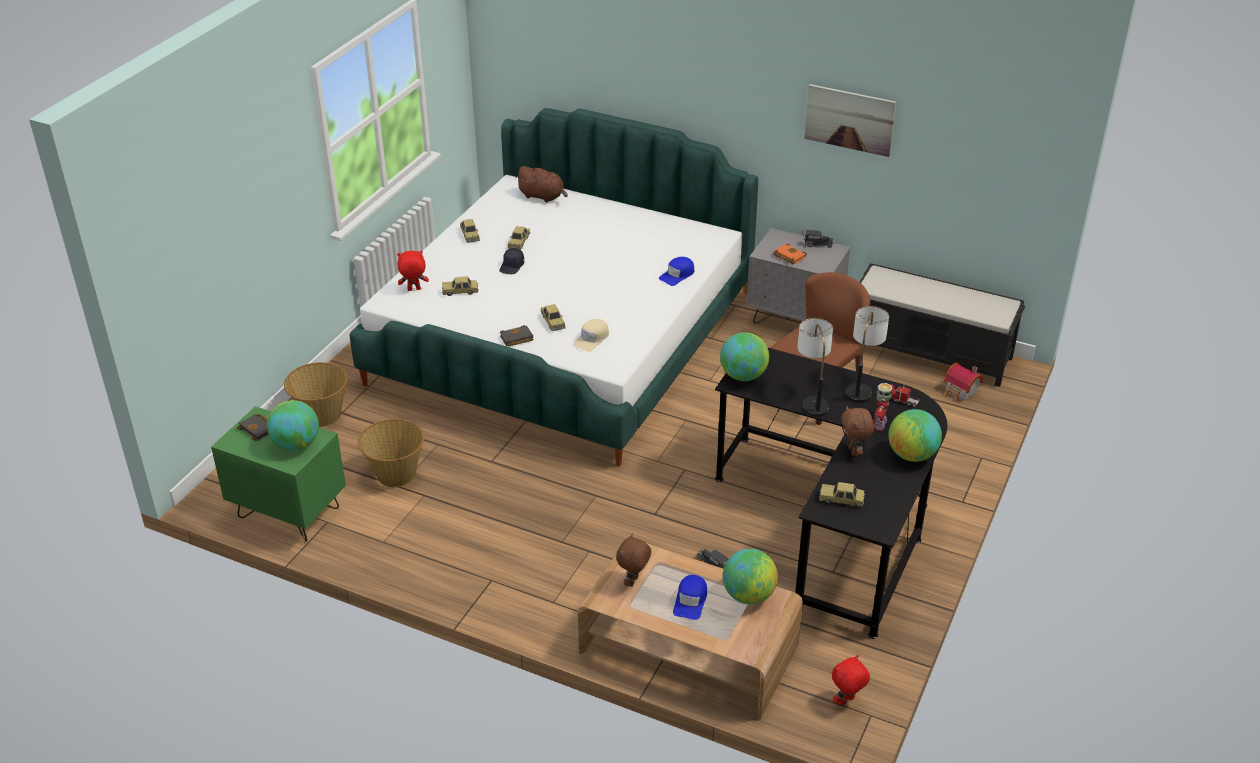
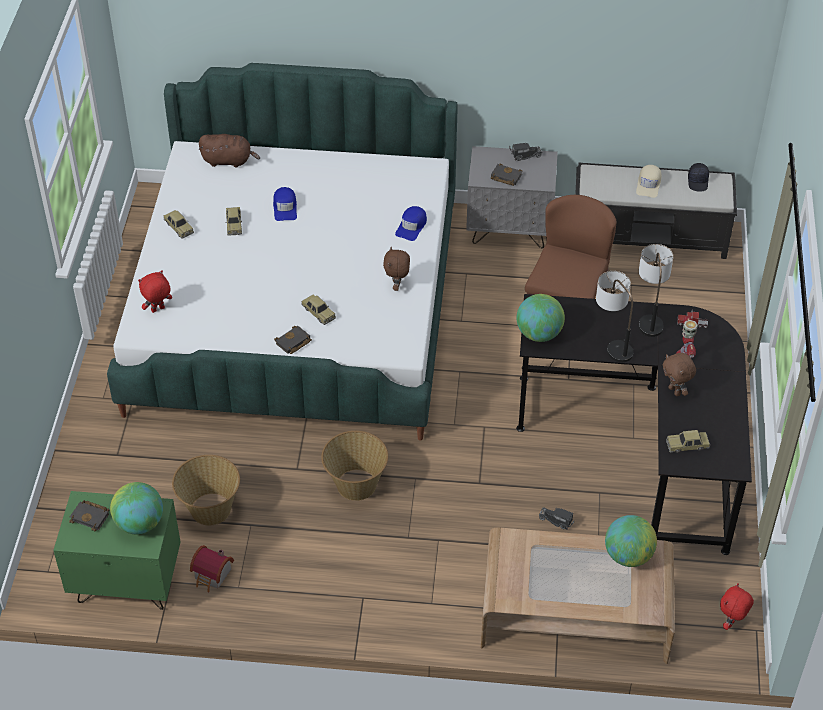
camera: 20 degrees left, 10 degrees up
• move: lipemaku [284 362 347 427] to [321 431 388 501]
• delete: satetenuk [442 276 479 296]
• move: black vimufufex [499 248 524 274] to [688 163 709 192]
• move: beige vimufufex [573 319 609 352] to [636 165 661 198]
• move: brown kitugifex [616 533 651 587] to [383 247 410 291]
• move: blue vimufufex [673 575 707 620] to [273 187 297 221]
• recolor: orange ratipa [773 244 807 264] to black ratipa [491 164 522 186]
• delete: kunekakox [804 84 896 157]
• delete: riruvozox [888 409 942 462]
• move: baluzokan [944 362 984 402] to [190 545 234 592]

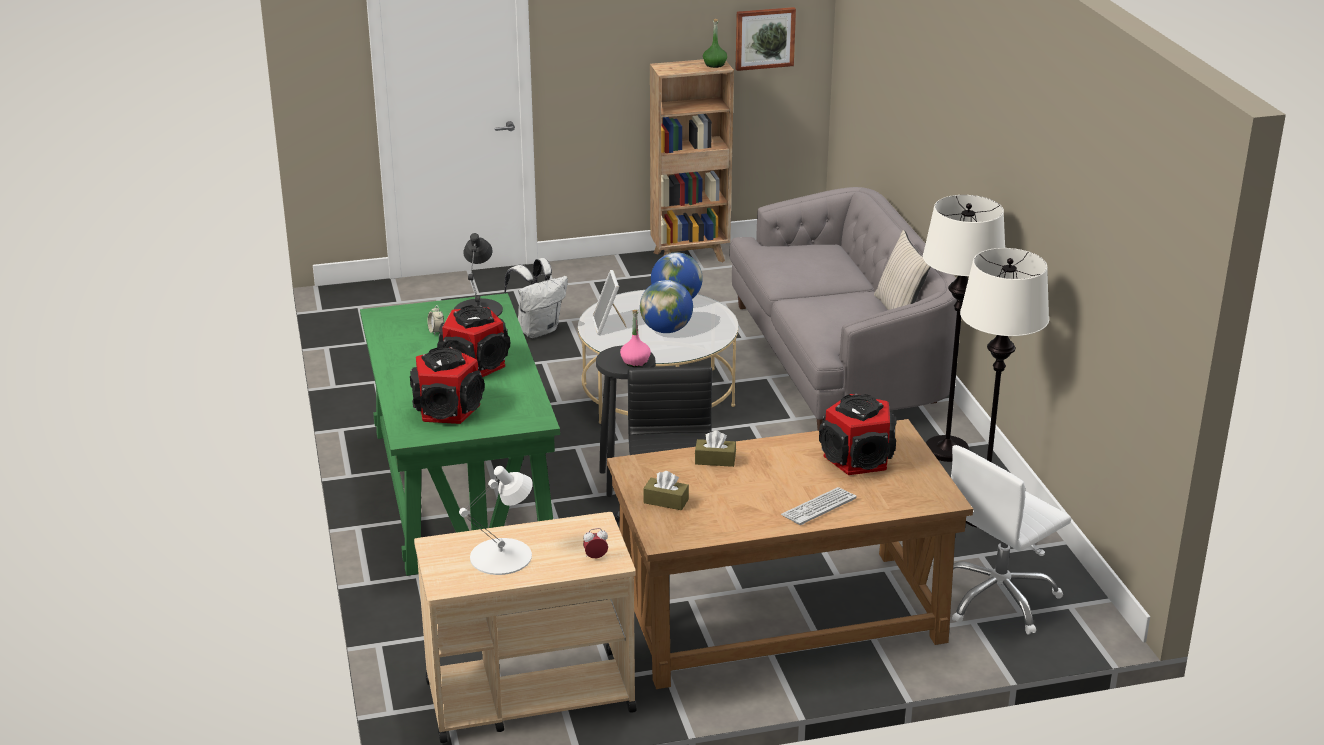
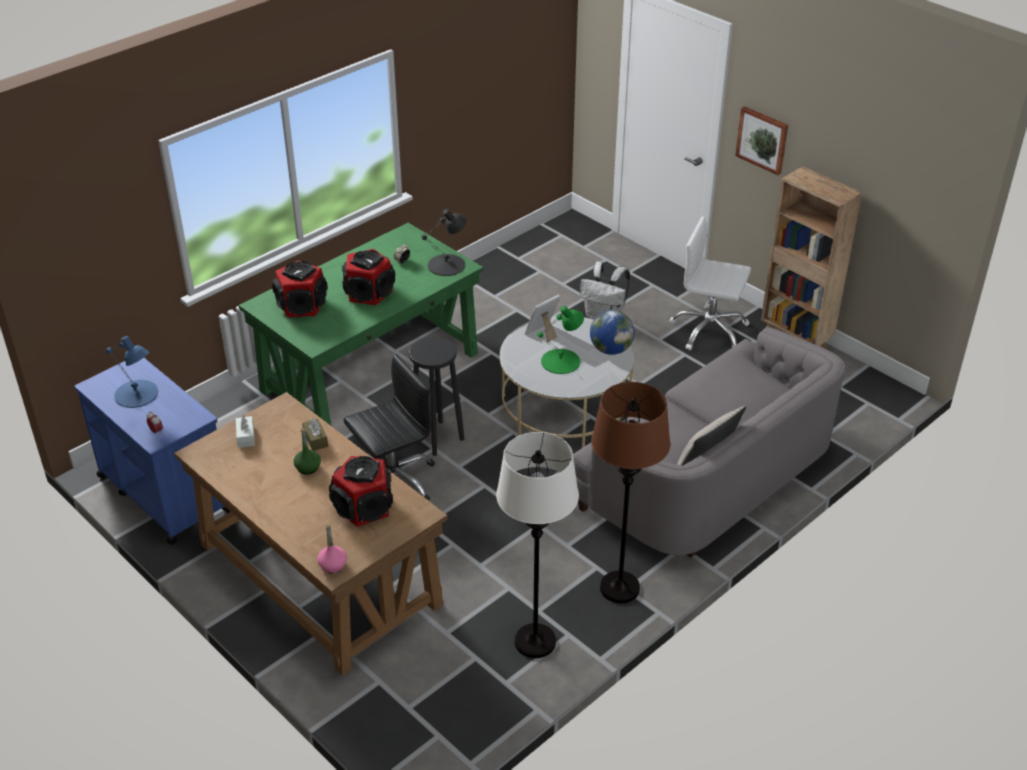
camera: 60 degrees right, 10 degrees up
• recolor: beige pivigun [414 512 637 743] to blue pivigun [75 358 230 545]
• recolor: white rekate [459 466 533 575] to blue rekate [106 336 158 408]
• move: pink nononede [620 310 651 367] to [317 525 347 573]
• replace: riruvozox [640 280 693 333] to green rekate [537 306 584 374]
• recolor: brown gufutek [643 471 689 510] to white gufutek [236 415 255 448]
• move: green nononede [703 19 727 68] to [294 428 321 475]
• move: kunekakox [735 7 796 71] to [735 106 788 175]
• delete: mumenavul [781 487 857 525]
• recolor: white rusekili [923 195 1005 462] to brown rusekili [591 382 670 603]
• move: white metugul [951 445 1071 634] to [669 216 751 350]

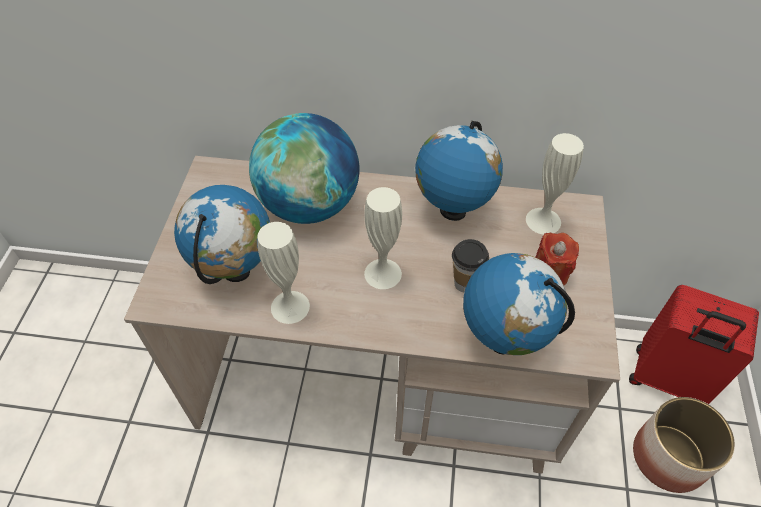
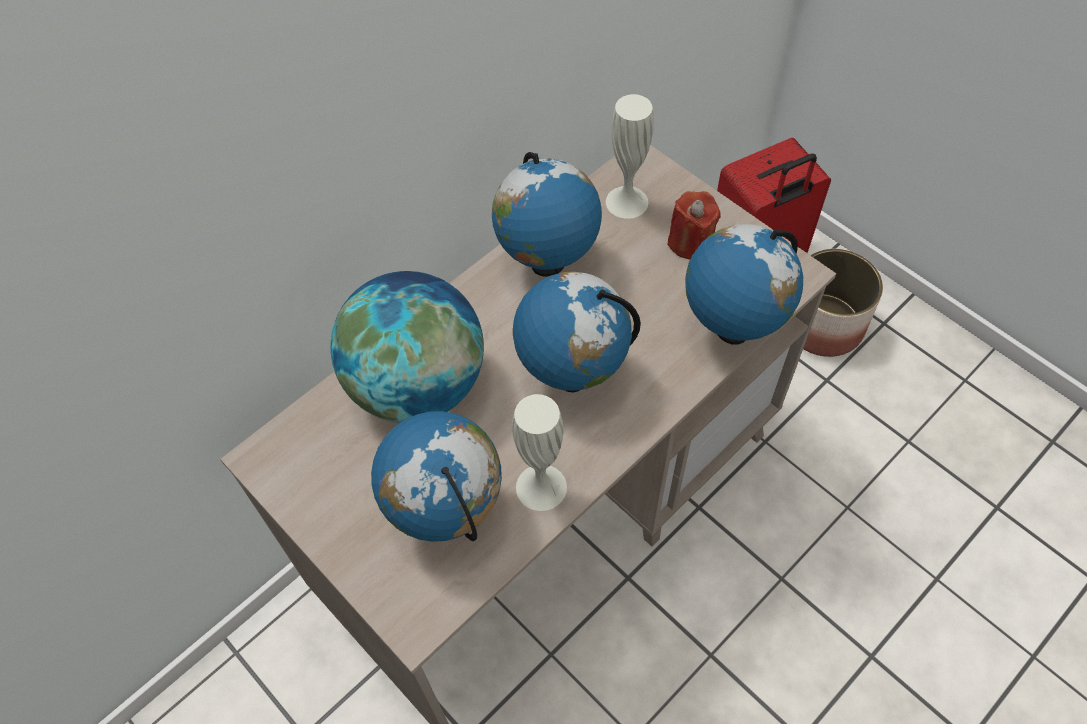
camera: 50 degrees left, 5 degrees up
• replace: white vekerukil [364 187 402 289] to riruvozox [513 271 641 393]
• delete: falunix [452 239 489 292]

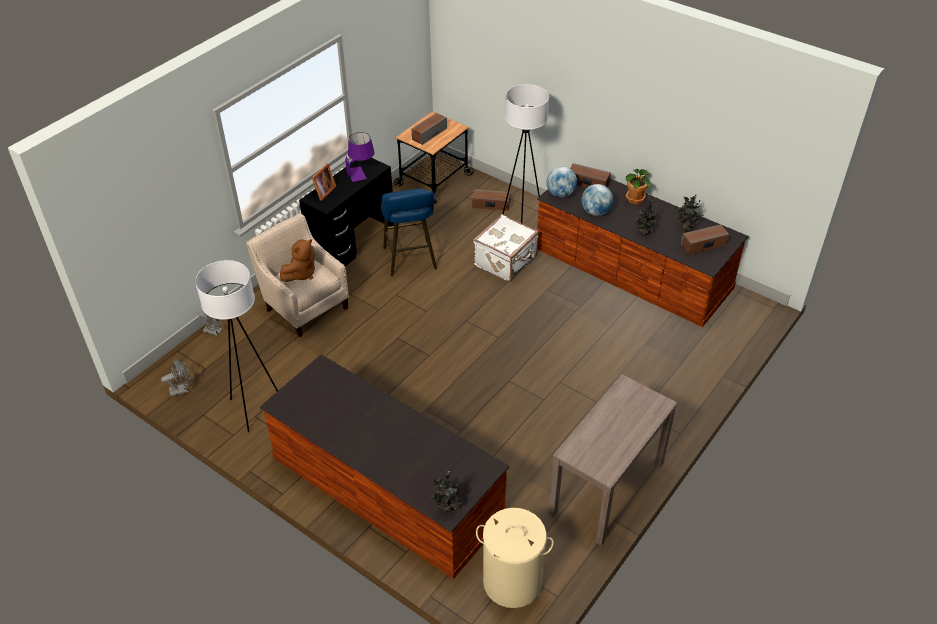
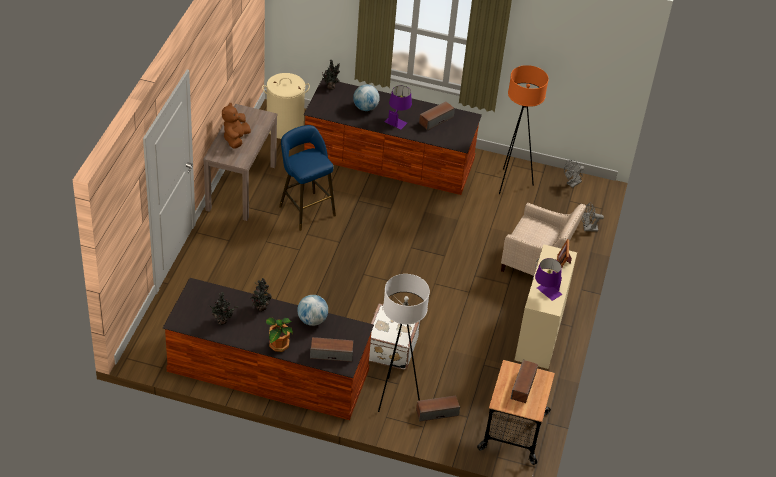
camera: 155 degrees right, 0 degrees up
• recolor: white rusekili [195 260 278 432] to orange rusekili [499 65 549 194]
• move: brown kitugifex [280 239 315 282] to [222 103 251 149]
• recolor: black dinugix [299 158 394 266] to beige dinugix [515 244 577 369]
• move: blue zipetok [381 189 437 276] to [279 125 336 231]
• move: riruvozox [546 166 577 197] to [353 85 380 111]
• move: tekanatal [681 224 729 255] to [419 102 455 131]
• insert: purple rekate [385 86 412 129]

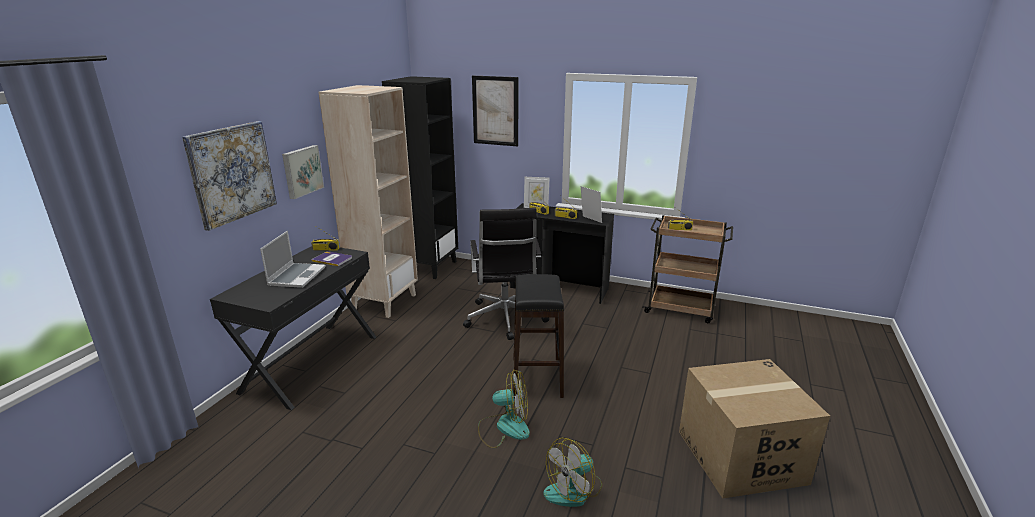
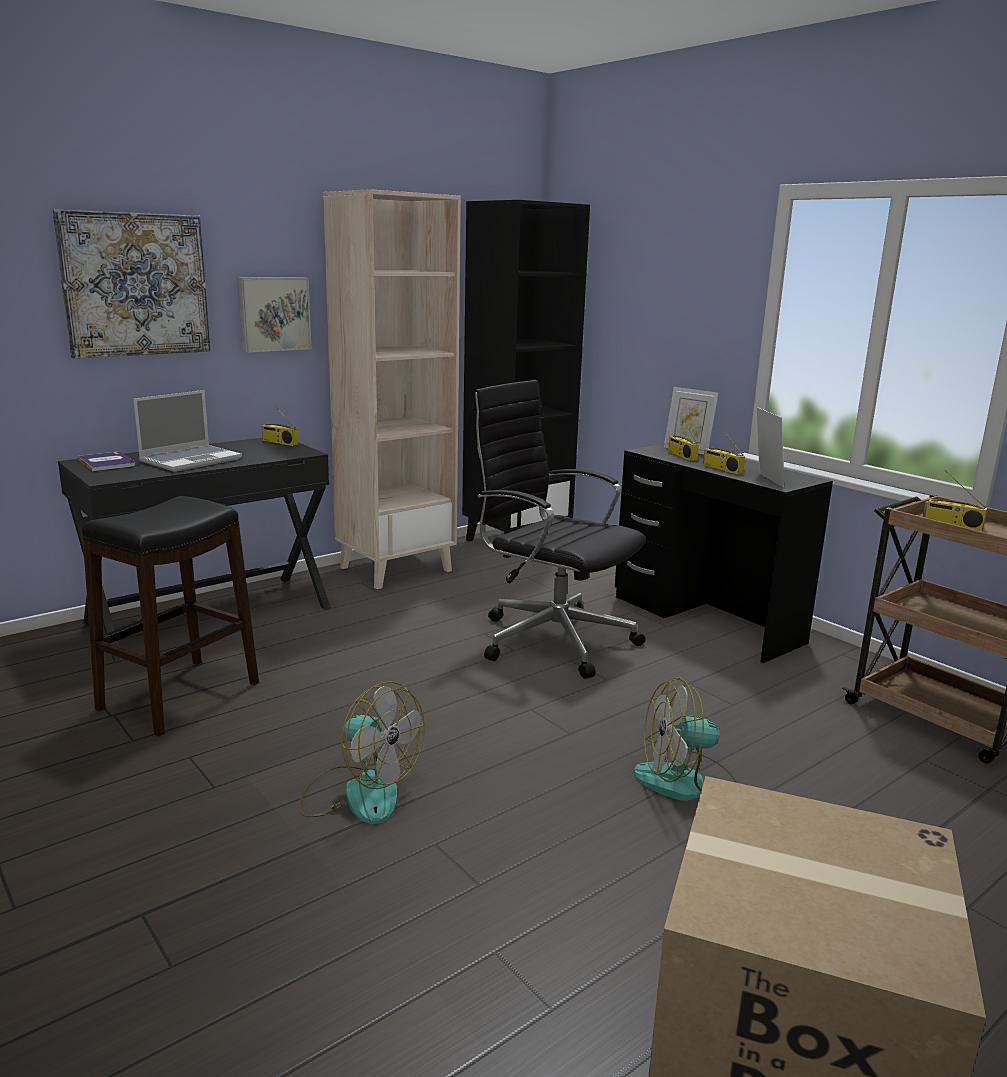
camera: 30 degrees right, 5 degrees down
• move: ratipa [311 251 352 266] to [77 452 135 471]
• rotate: black metugul [463 208 549 340] = [472 380 646 679] 105 degrees clockwise
• delete: kunekakox [472 76 518 147]
• move: black zipetok [513 274 564 398] to [82 496 259 737]
• move: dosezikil [543 438 602 507] to [634 678 737 801]

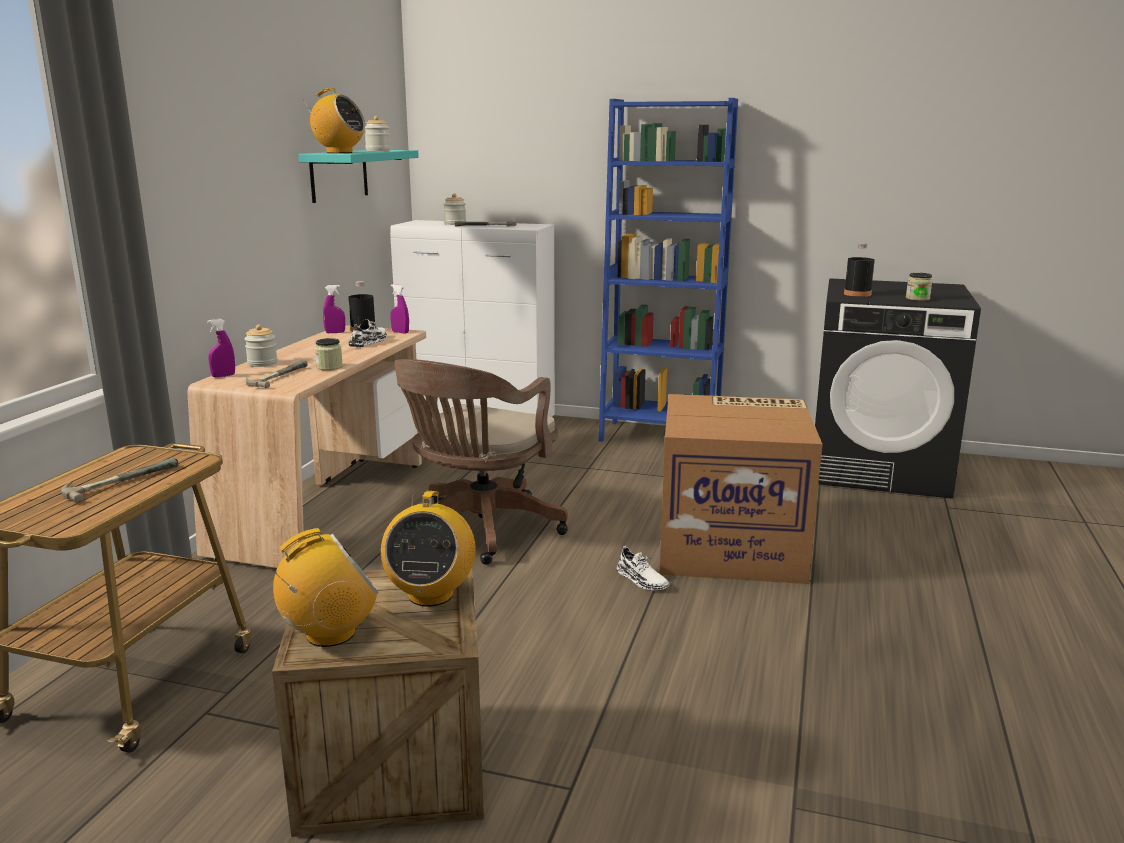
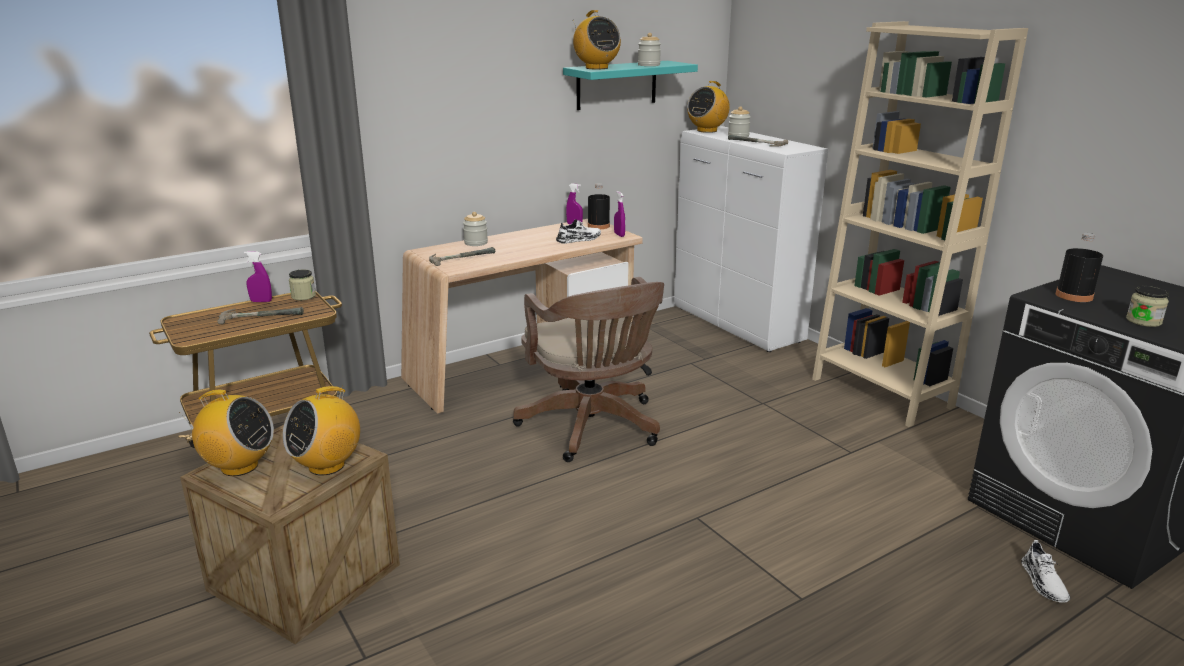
camera: 40 degrees right, 5 degrees up
• move: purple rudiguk [207 319 235 378] to [244 251 272 302]
• move: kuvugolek [315 338 343 370] to [289 270 316 300]
• rotate: brown metugul [394 359 568 565] = [513 277 664 462] 90 degrees counterclockwise
• recolor: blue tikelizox [599 98 738 442] to beige tikelizox [812 21 1028 427]
• move: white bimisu [617 546 670 591] to [1021 540 1070 603]
• delete: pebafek [660 394 822 584]
• insert: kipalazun [687 81 730 133]

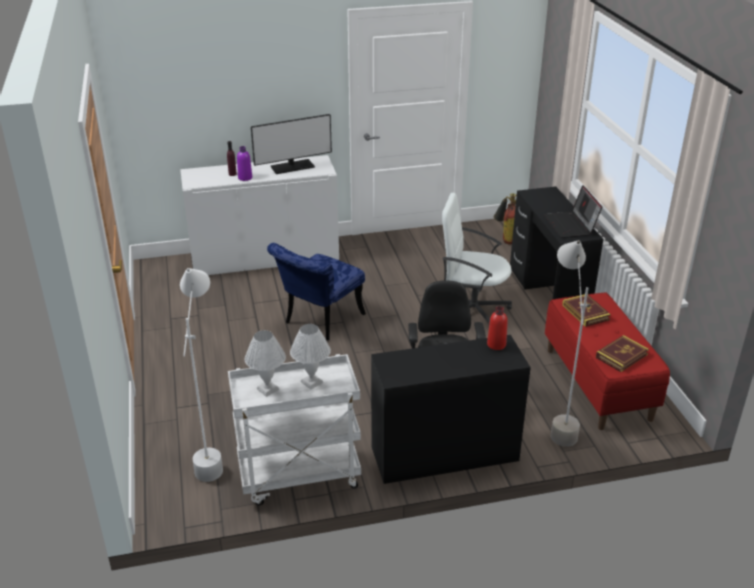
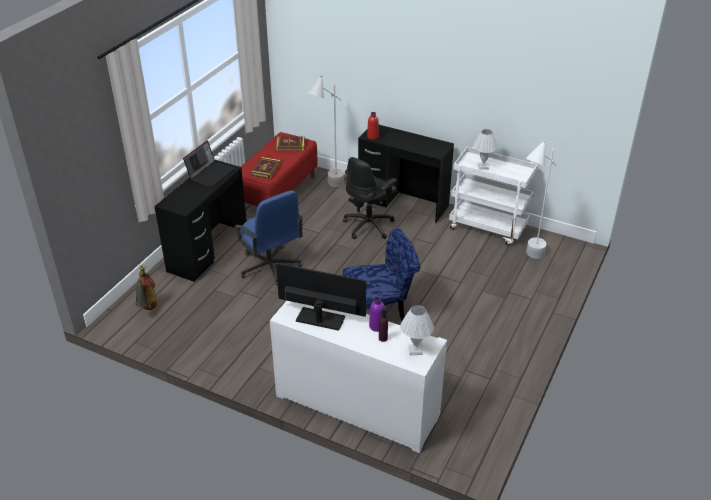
camera: 140 degrees left, 5 degrees up
• move: white rekate [245 330 286 397] to [400 305 434 355]
• recolor: white metugul [442 193 512 323] to blue metugul [234 190 303 286]

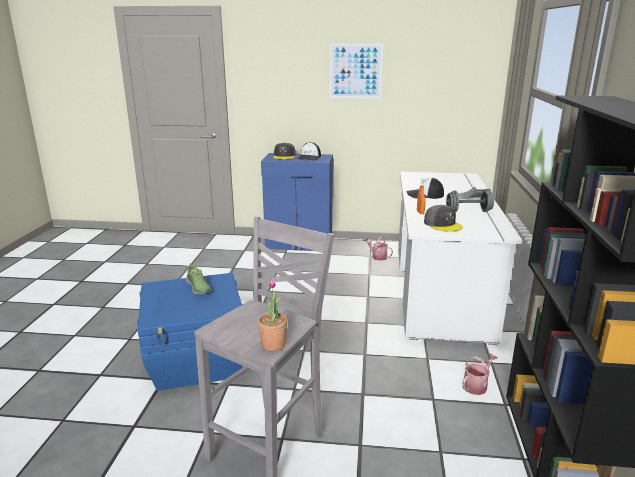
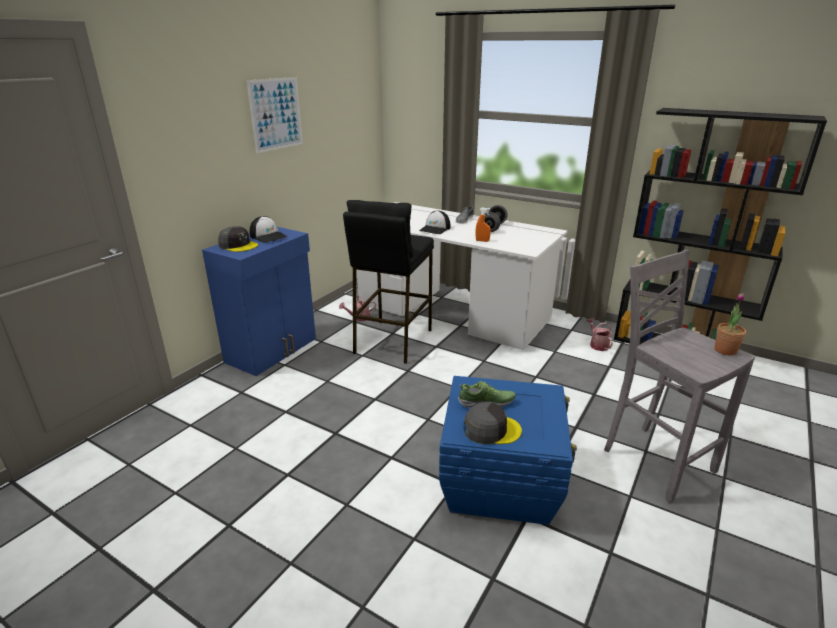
camera: 65 degrees left, 5 degrees up
• move: grey vimufufex [424 205 463 232] to [464 402 522 444]
• insert: black zipetok [343 200 434 364]

